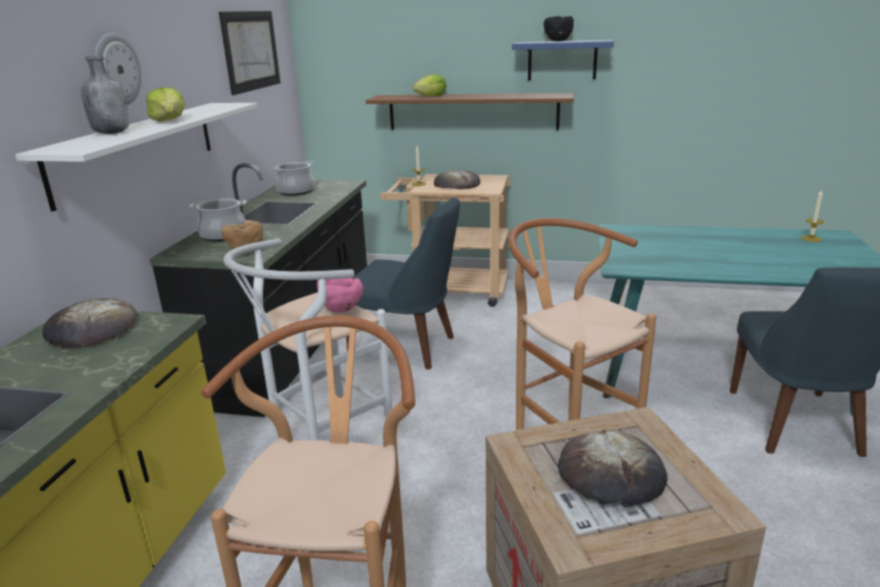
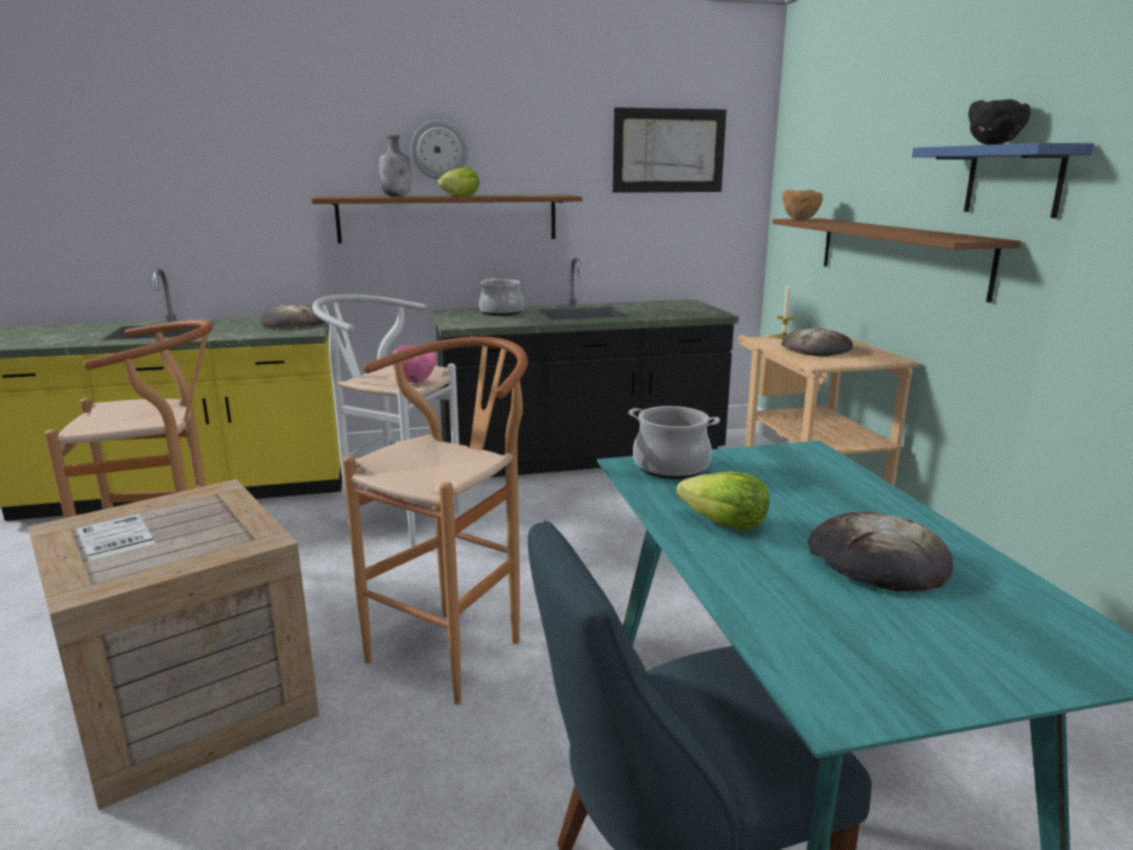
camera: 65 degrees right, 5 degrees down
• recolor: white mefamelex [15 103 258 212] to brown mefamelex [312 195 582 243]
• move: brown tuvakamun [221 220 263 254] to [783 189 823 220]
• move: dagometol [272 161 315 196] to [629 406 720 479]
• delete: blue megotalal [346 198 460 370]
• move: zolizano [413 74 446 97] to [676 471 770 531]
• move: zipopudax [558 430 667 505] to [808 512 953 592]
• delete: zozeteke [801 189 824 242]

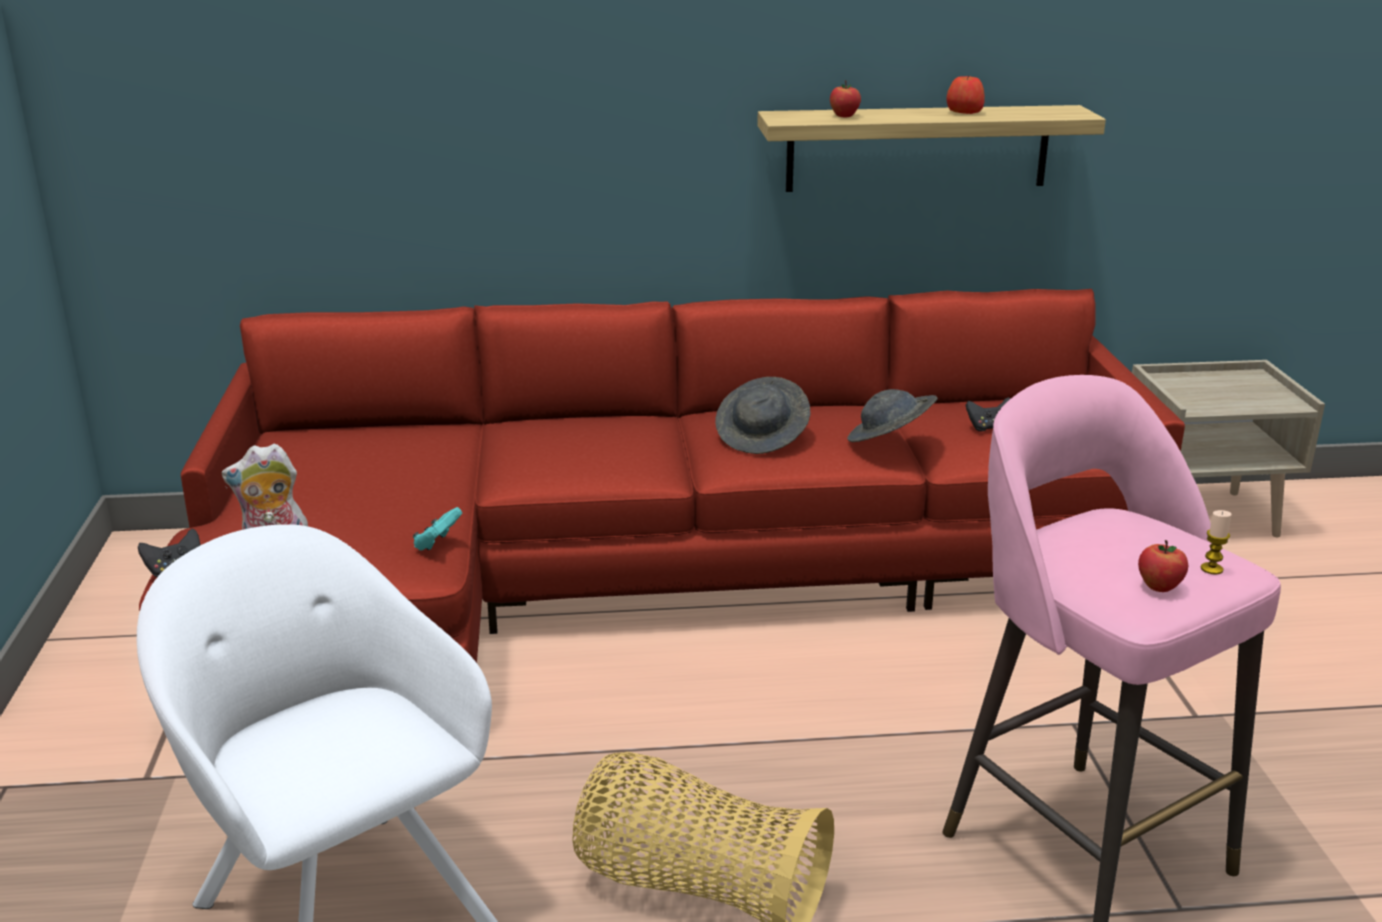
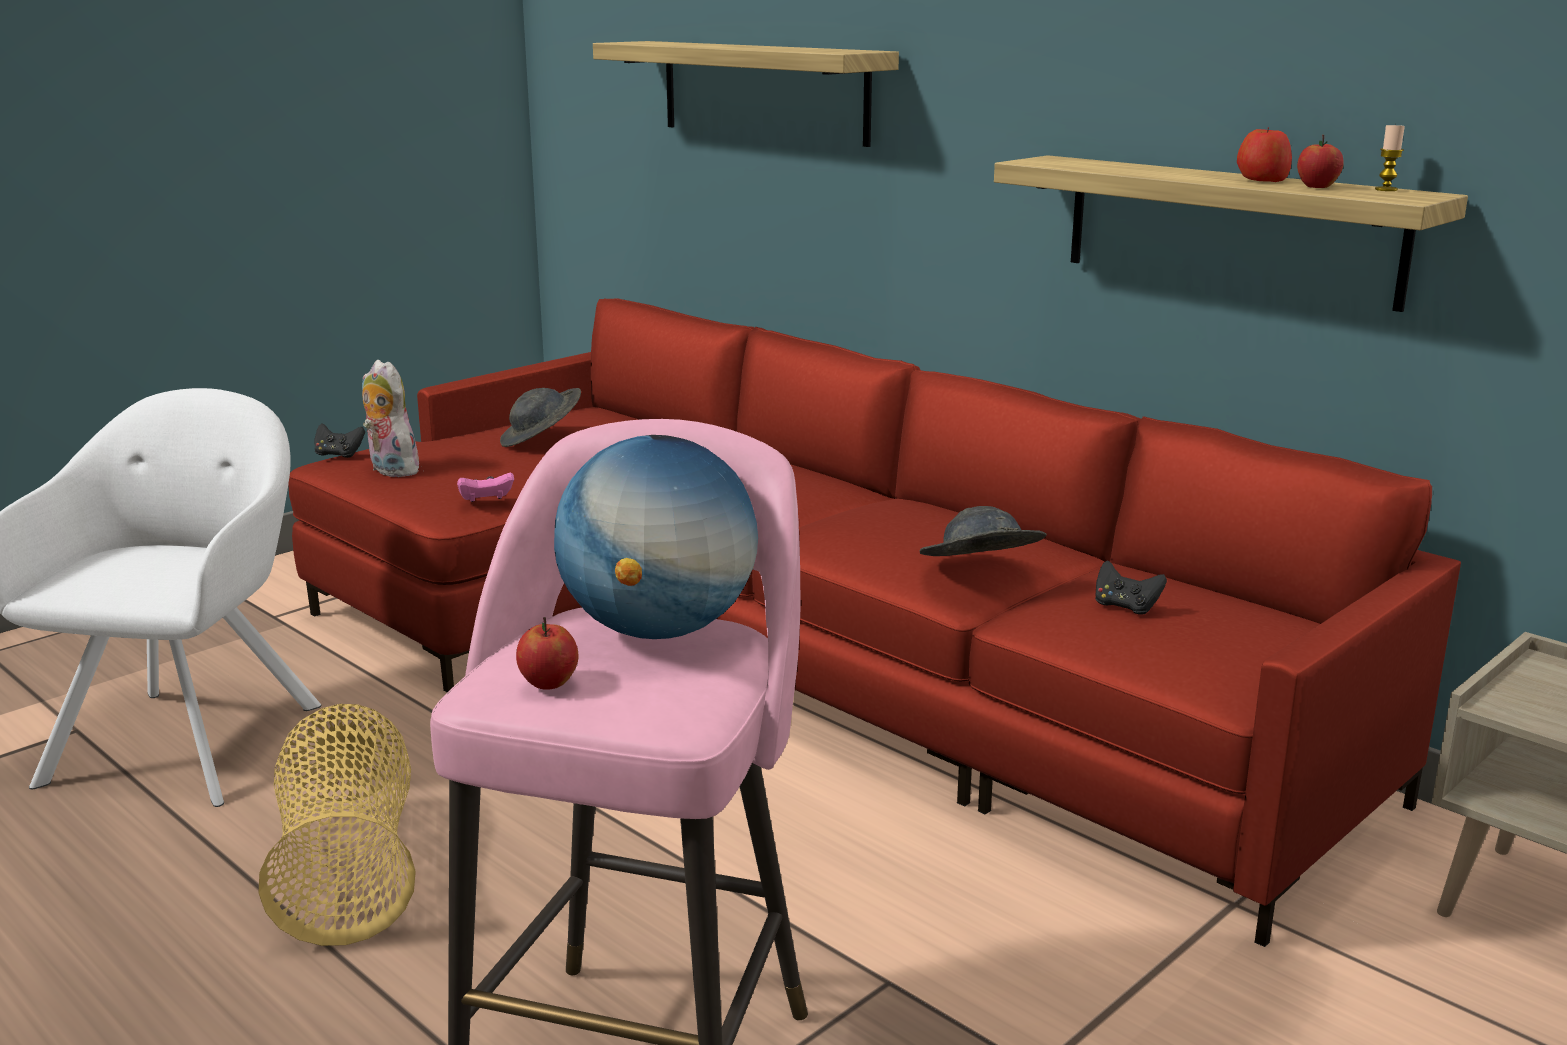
camera: 50 degrees right, 5 degrees down
• recolor: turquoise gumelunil [413 507 462 551] to pink gumelunil [457 472 514 502]
• move: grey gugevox [715 377 811 454] to [500 388 581 447]
• move: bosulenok [830 80 861 117] to [1297 135 1344 188]
• move: zozeteke [1201 510 1232 575] to [1375 124 1405 191]
• insert: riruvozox [554 435 758 639]
• insert: mefamelex [593 41 899 147]

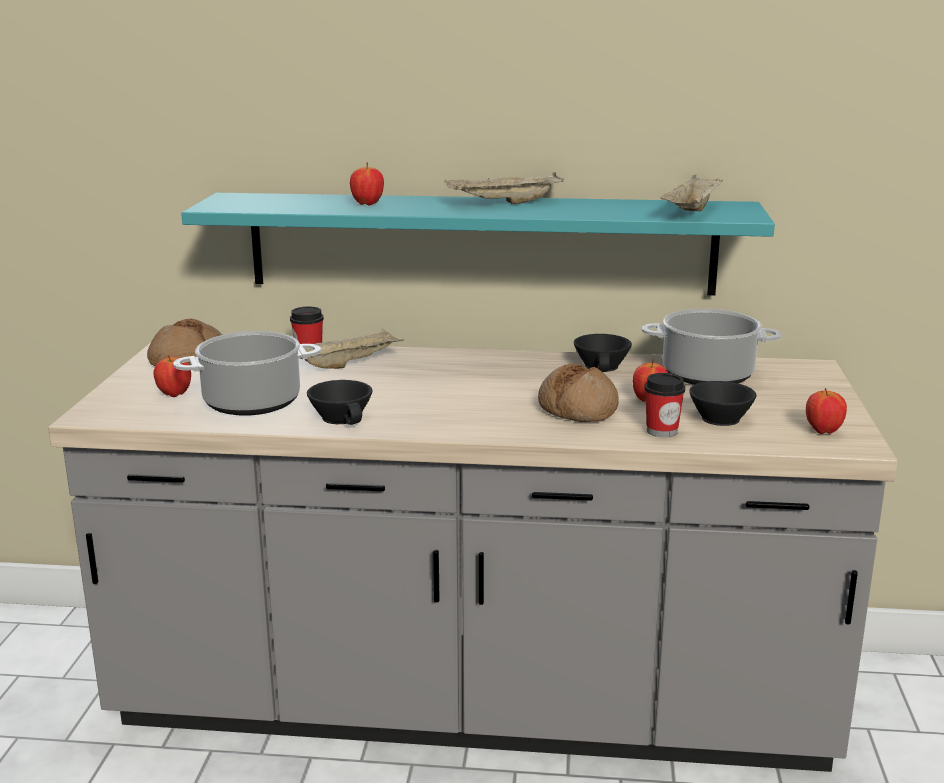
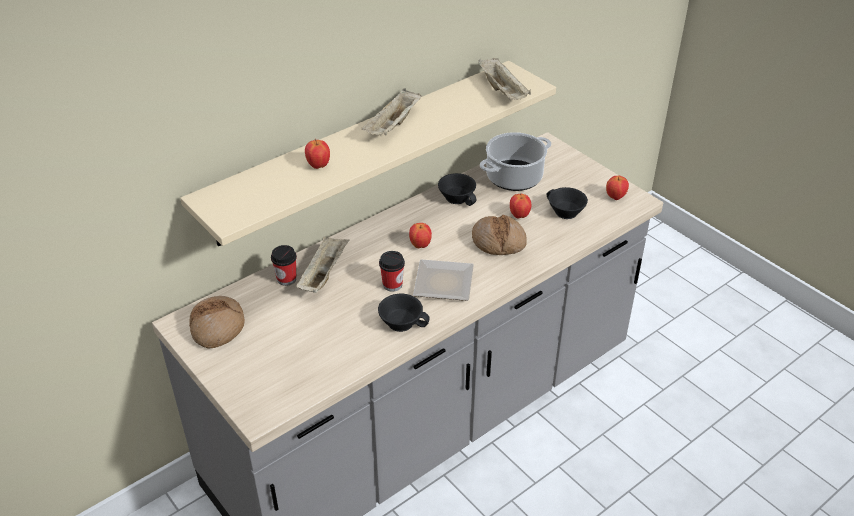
camera: 45 degrees left, 20 degrees up
• move: bosulenok [154 355 191 397] to [409 223 432 248]
• delete: dagometol [173 331 321 416]
• recolor: turquoise mefamelex [181 193 775 296] to beige mefamelex [180 61 556 246]
• move: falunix [644 373 685 437] to [379 251 405 292]
• insert: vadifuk [413 259 474 301]

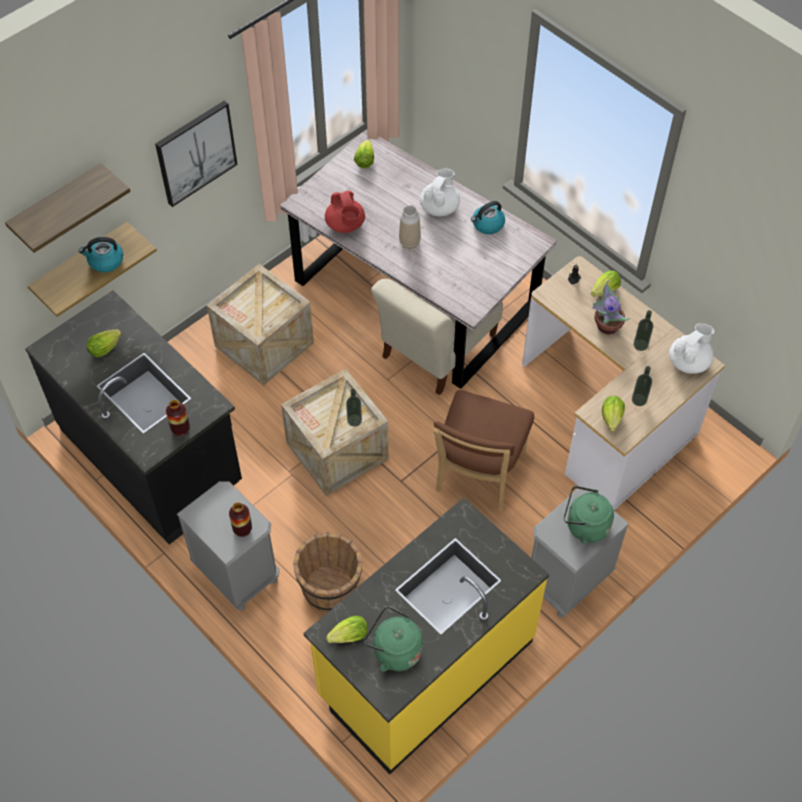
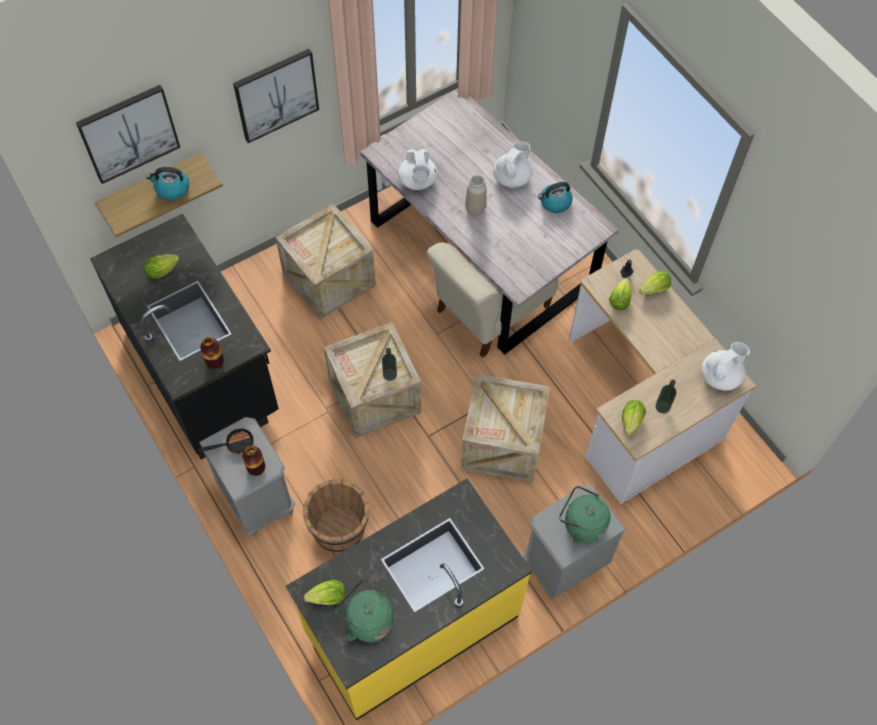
camera: 10 degrees right, 5 degrees up
• replace: mefamelex [5 163 131 253] to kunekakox [76 85 180 184]
• recolor: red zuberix [325 191 365 233] to white zuberix [398 149 437 190]
• move: zolizano [354 140 374 168] to [609 278 631 311]
• replace: brown megotalal [433 390 534 511] to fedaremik [461 374 550 483]
• delete: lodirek [592 280 630 335]
• delete: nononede [634 310 653 351]
• insert: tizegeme [199 426 254 455]

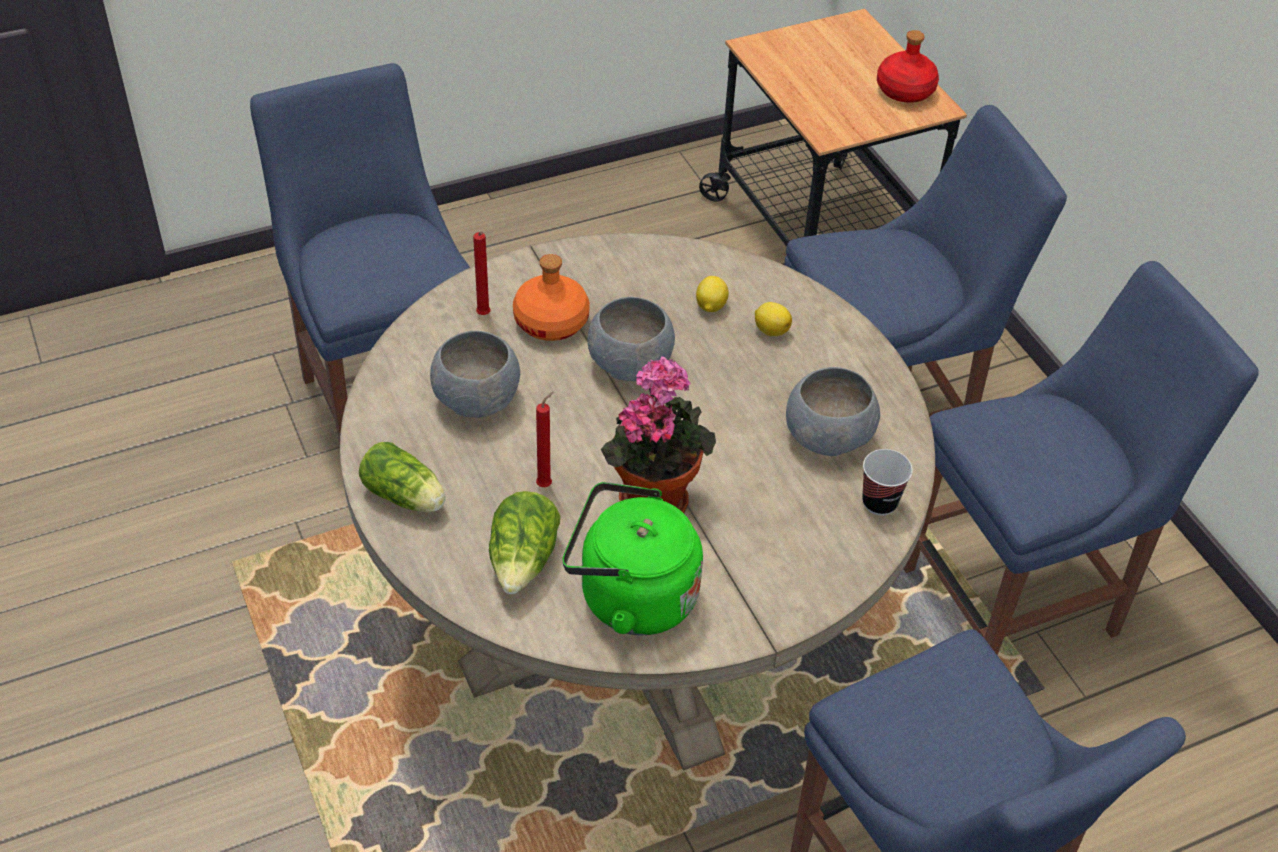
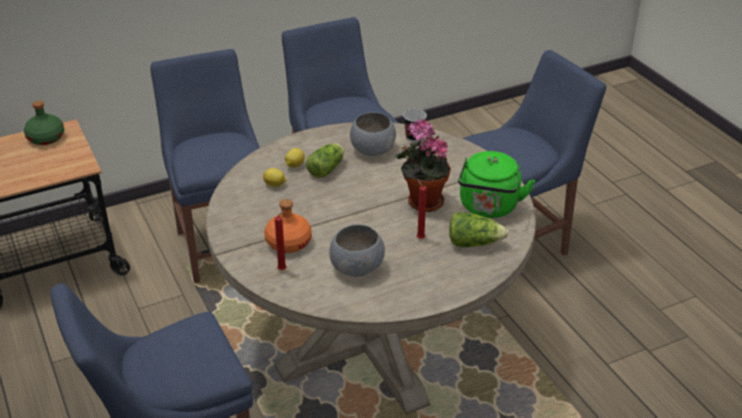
camera: 90 degrees left, 10 degrees down
• move: zolizano [359 442 446 512] to [306 143 344 178]
• delete: grey tuvakamun [588 297 675 381]
• recolor: red nononede [877 30 939 103] to green nononede [24 100 64 145]

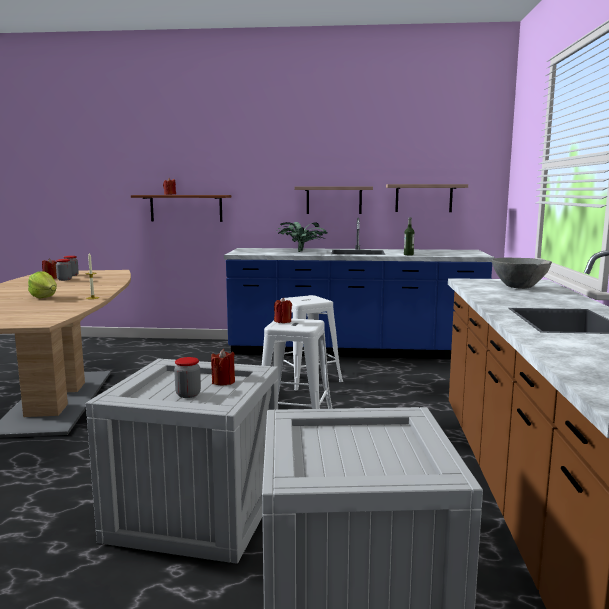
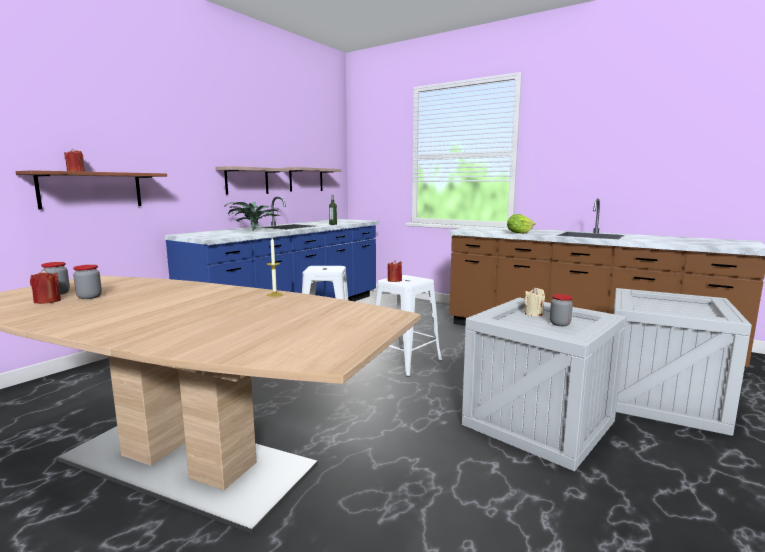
camera: 60 degrees left, 0 degrees up
• move: zolizano [28 271 57 299] to [507 214 535 234]
• recolor: red zozeteke [211 349 235 385] to beige zozeteke [525 288 545 316]
• delete: grey tuvakamun [492 257 552 289]

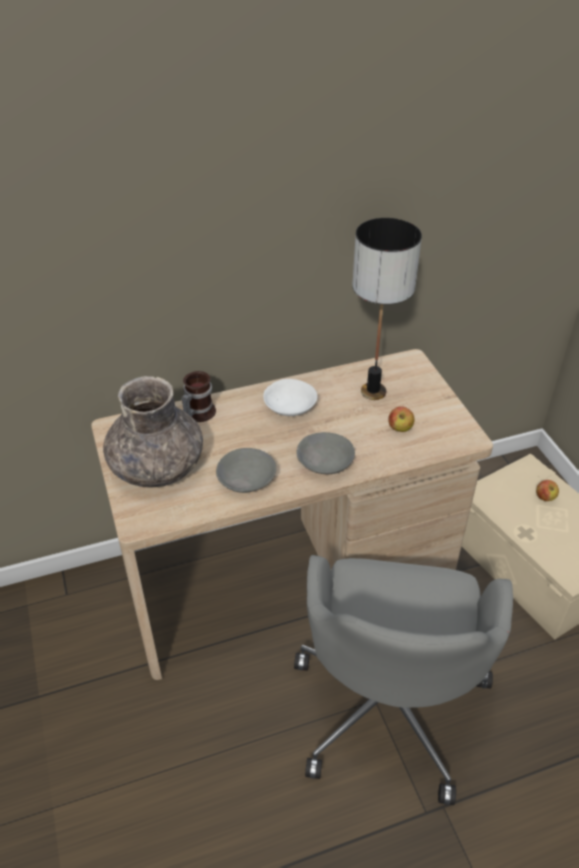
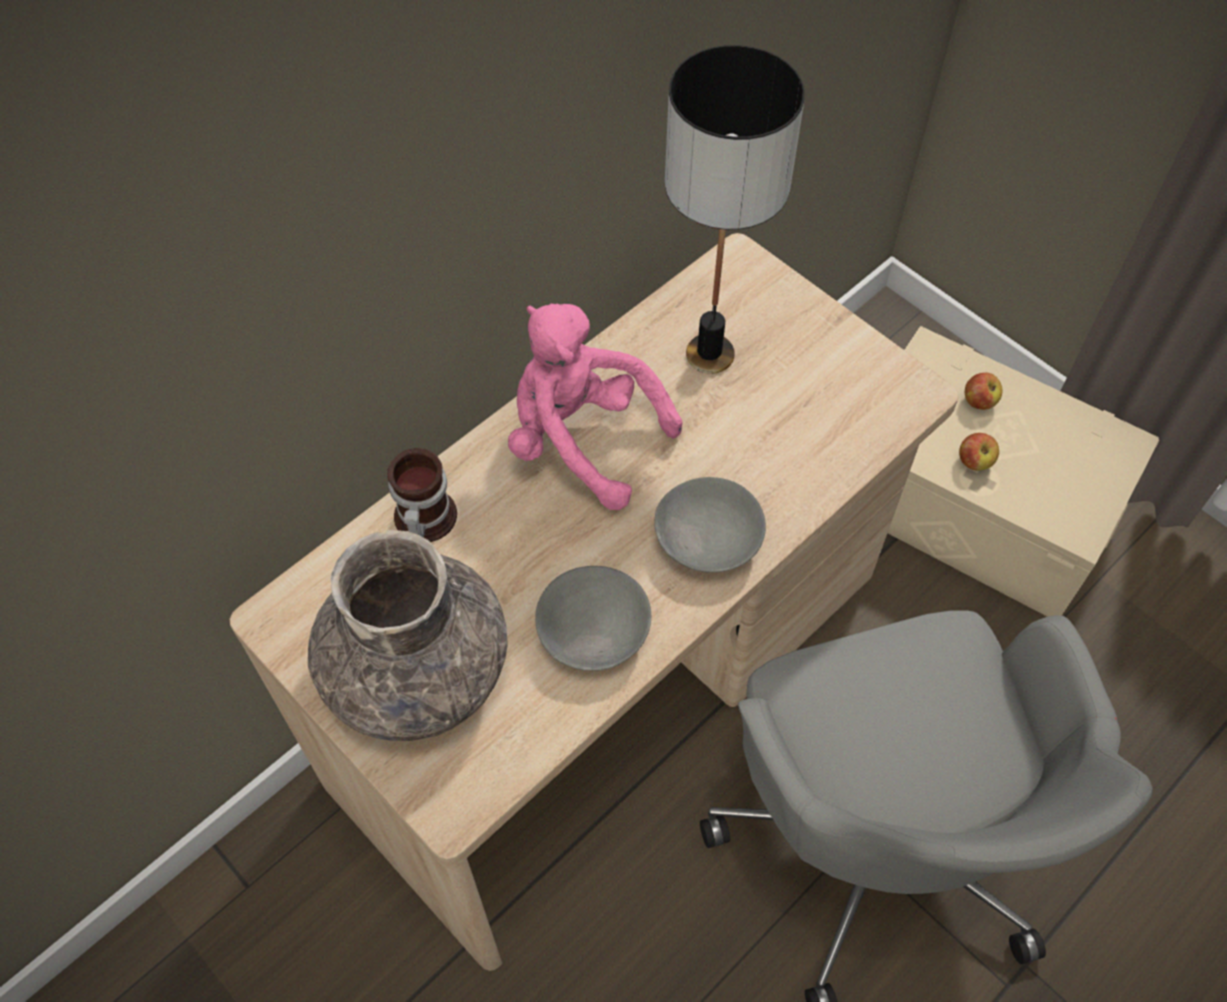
camera: 25 degrees left, 15 degrees up
• replace: white tuvakamun [263 379 318 416] to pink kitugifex [508 304 683 510]
• move: bosulenok [388 406 414 432] to [959 433 999 470]

